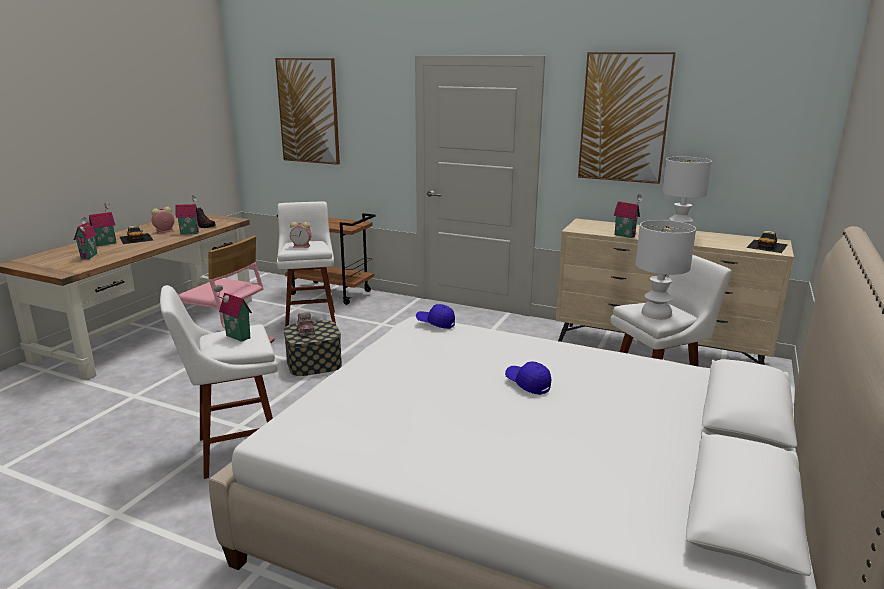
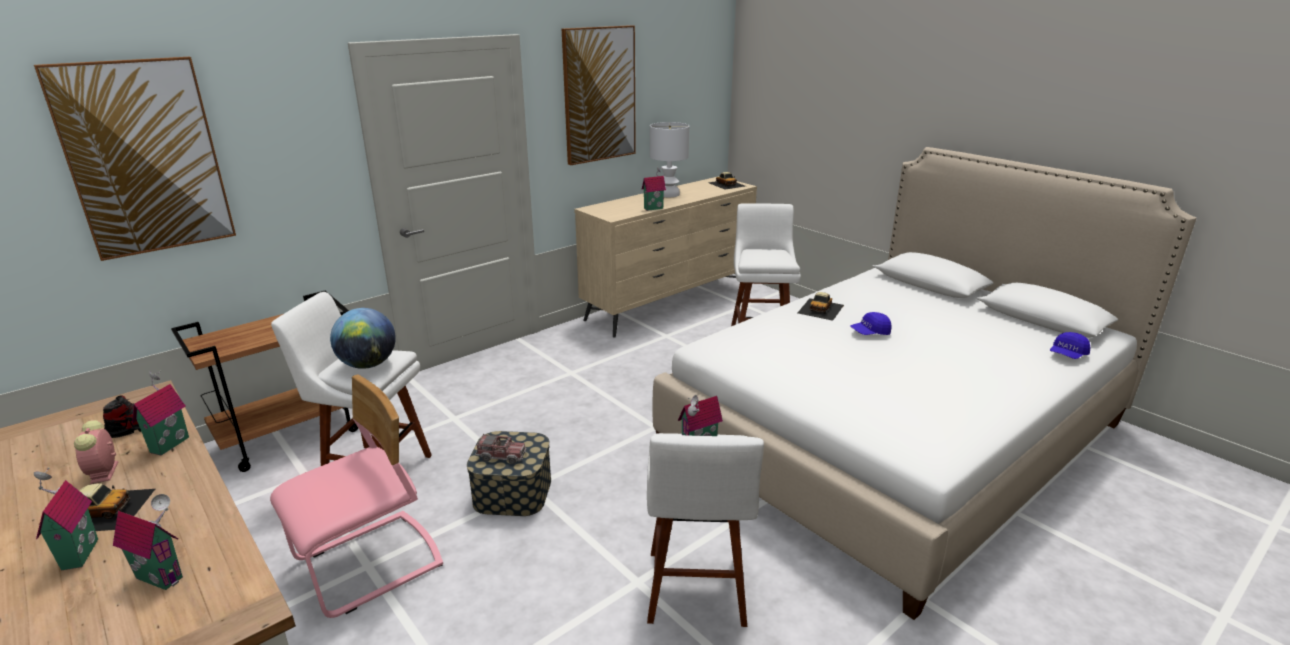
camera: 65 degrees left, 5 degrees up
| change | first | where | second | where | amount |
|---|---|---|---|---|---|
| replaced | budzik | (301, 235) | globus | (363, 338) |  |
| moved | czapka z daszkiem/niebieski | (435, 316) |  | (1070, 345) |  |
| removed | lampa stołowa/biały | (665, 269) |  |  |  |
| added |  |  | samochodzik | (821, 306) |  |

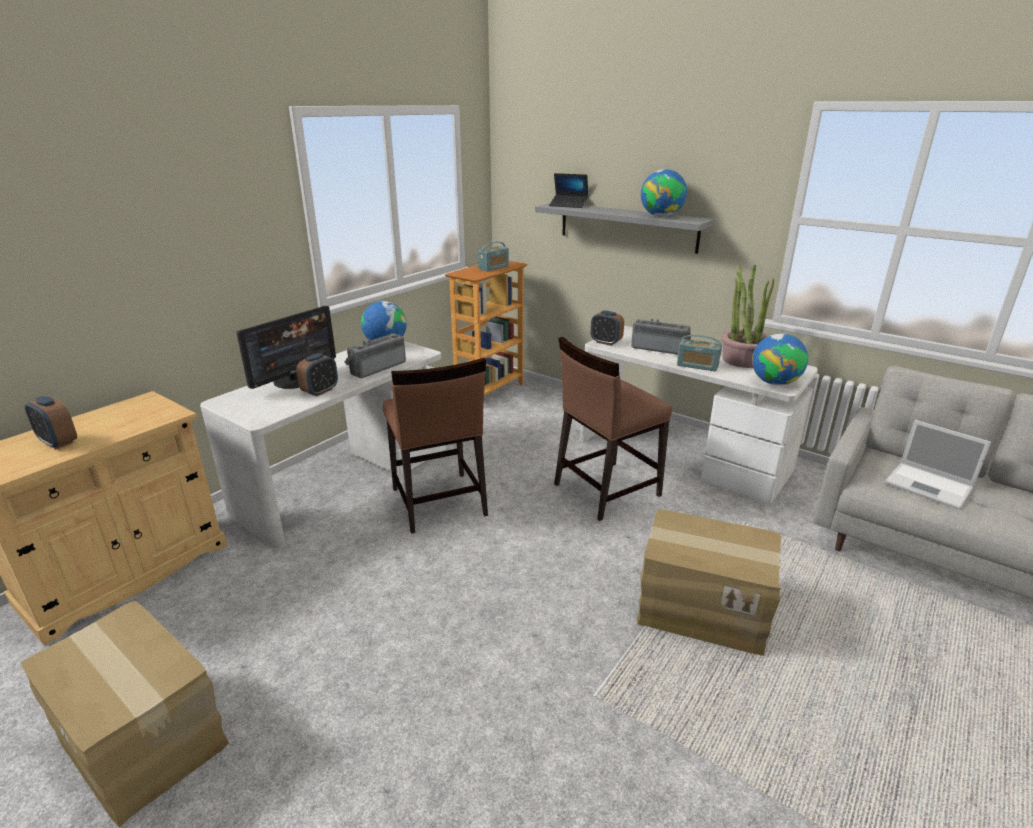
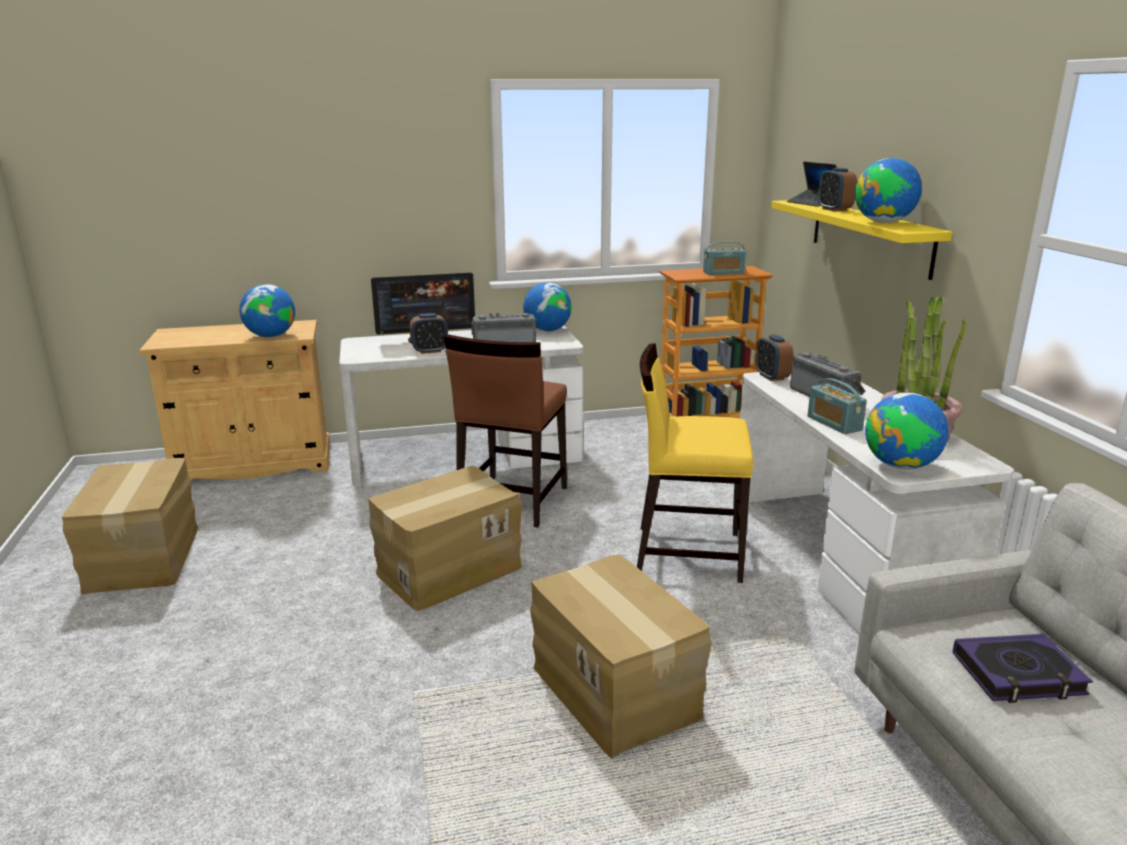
camera: 40 degrees right, 5 degrees down
| change | first | where | second | where | amount |
|---|---|---|---|---|---|
| moved | budzik | (51, 422) |  | (837, 190) |  |
| recoloured | półka/szary | (625, 228) | półka/żółty | (862, 240) |  |
| recoloured | krzesło/brązowy | (613, 429) | krzesło/żółty | (695, 463) |  |
| replaced | laptop | (937, 465) | książka | (1023, 668) |  |
| added |  |  | globus | (267, 310) |  |
| added |  |  | karton | (445, 538) |  |

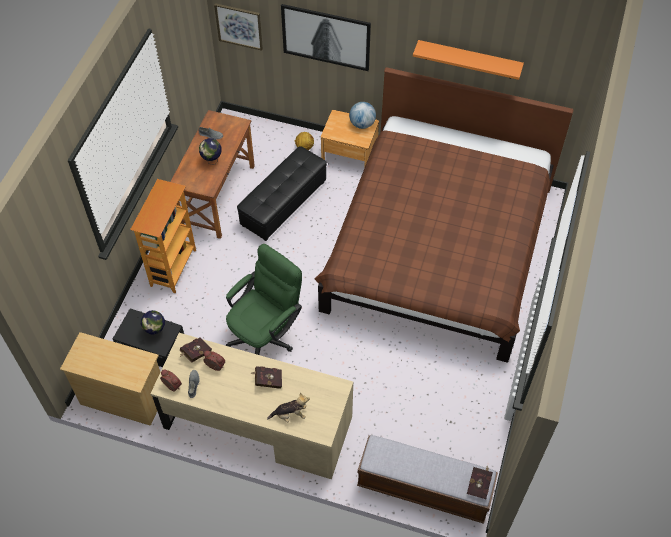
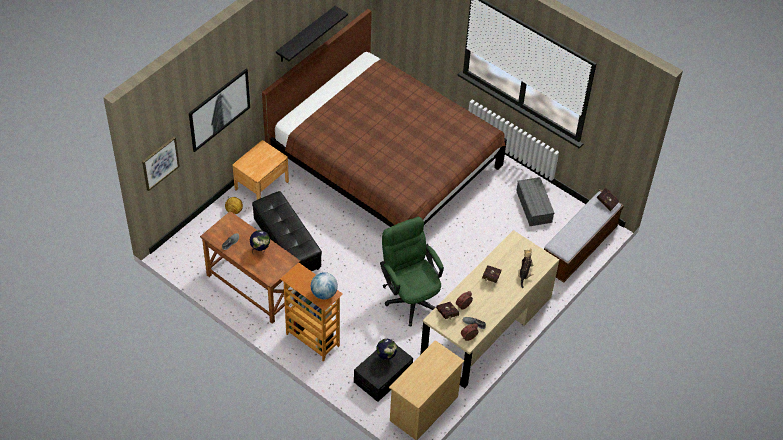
camera: 70 degrees left, 5 degrees down
| change | first | where | second | where | amount |
|---|---|---|---|---|---|
| moved | globus | (362, 115) |  | (324, 286) |  |
| recoloured | półka/pomarańczowy | (468, 60) | półka/czarny | (312, 34) |  |
| added |  |  | pojemnik do przechowywania/szary | (535, 201) |  |

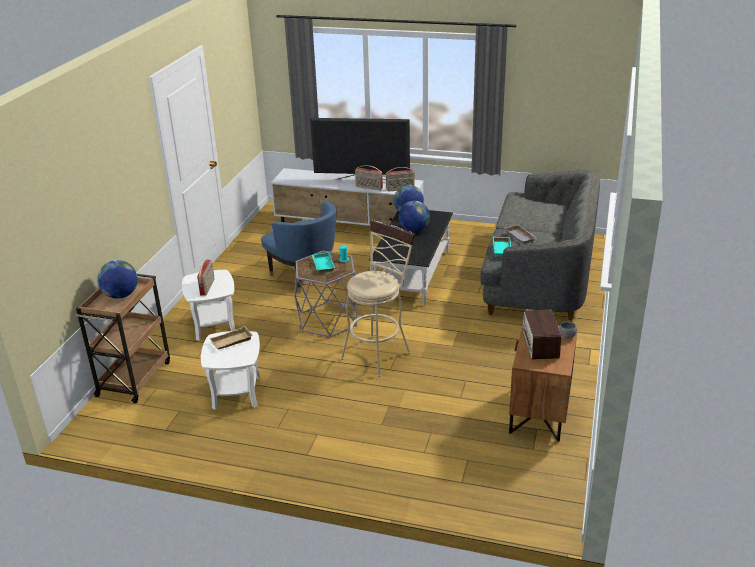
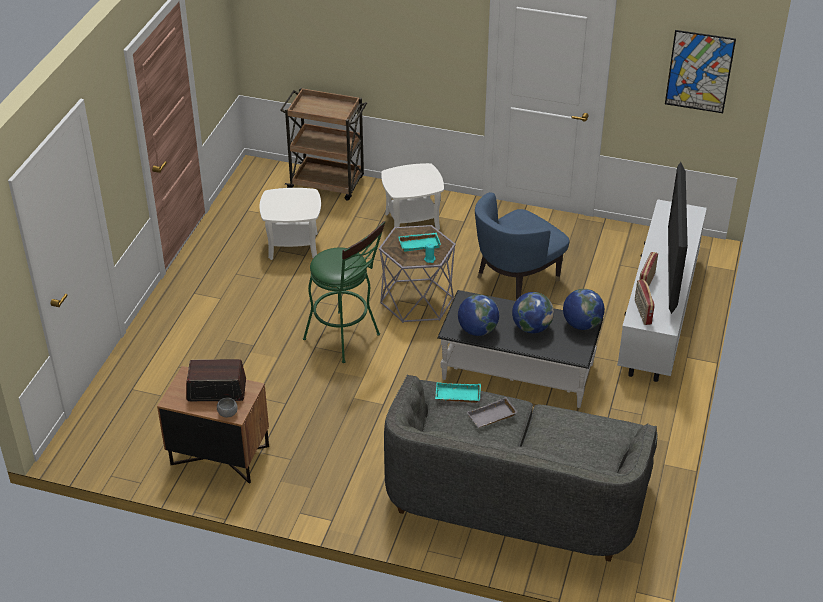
camera: 90 degrees right, 10 degrees up
| change | first | where | second | where | amount |
|---|---|---|---|---|---|
| moved | globus | (117, 279) |  | (478, 315) |  |
| removed | radio | (205, 277) |  |  |  |
| removed | taca/beżowy | (231, 338) |  |  |  |
| recoloured | stołek/beżowy | (378, 298) | stołek/zielony | (344, 292) |  |
| added |  |  | obraz | (700, 71) |  |

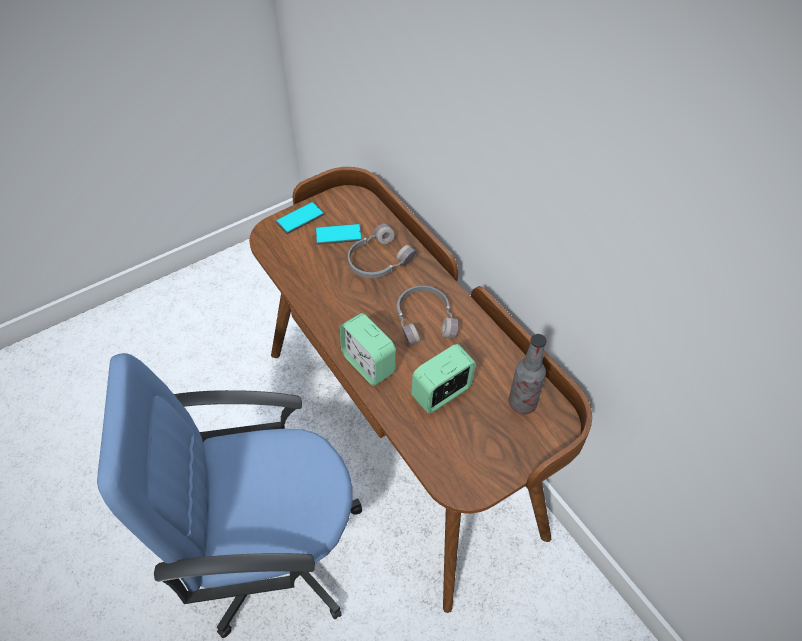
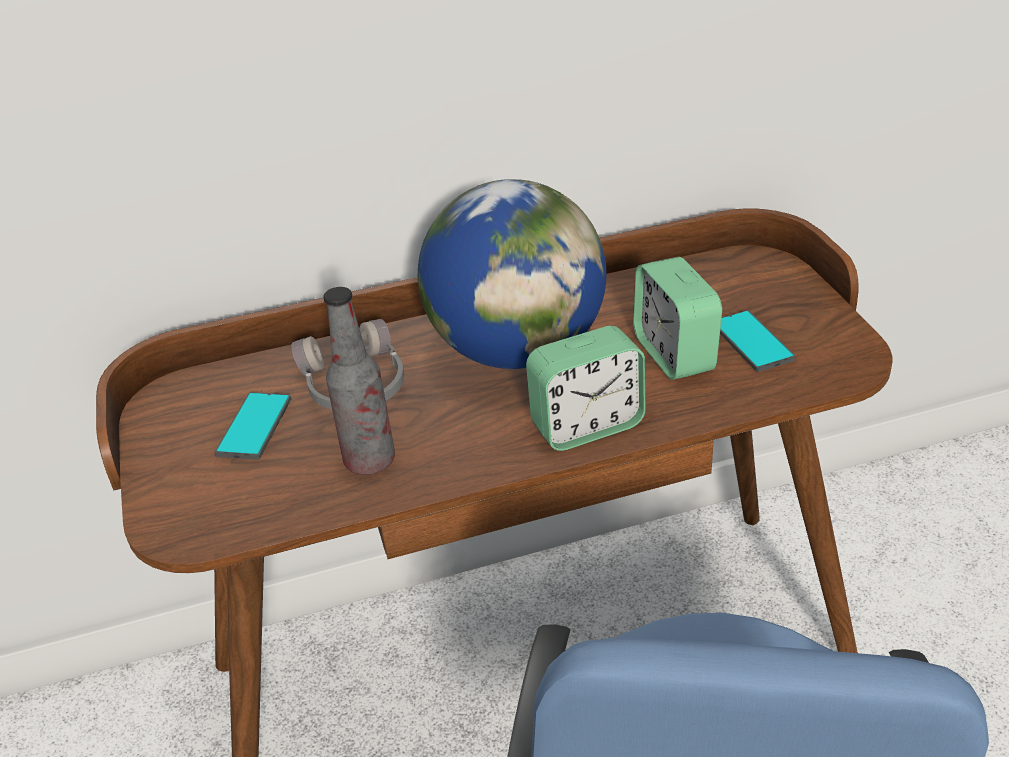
camera: 70 degrees left, 15 degrees down
| change | first | where | second | where | amount |
|---|---|---|---|---|---|
| moved | telefon | (299, 218) |  | (758, 341) |  |
| replaced | słuchawki/szary | (427, 316) | globus | (512, 274) |  |
| moved | butelka | (528, 374) |  | (359, 381) |  |

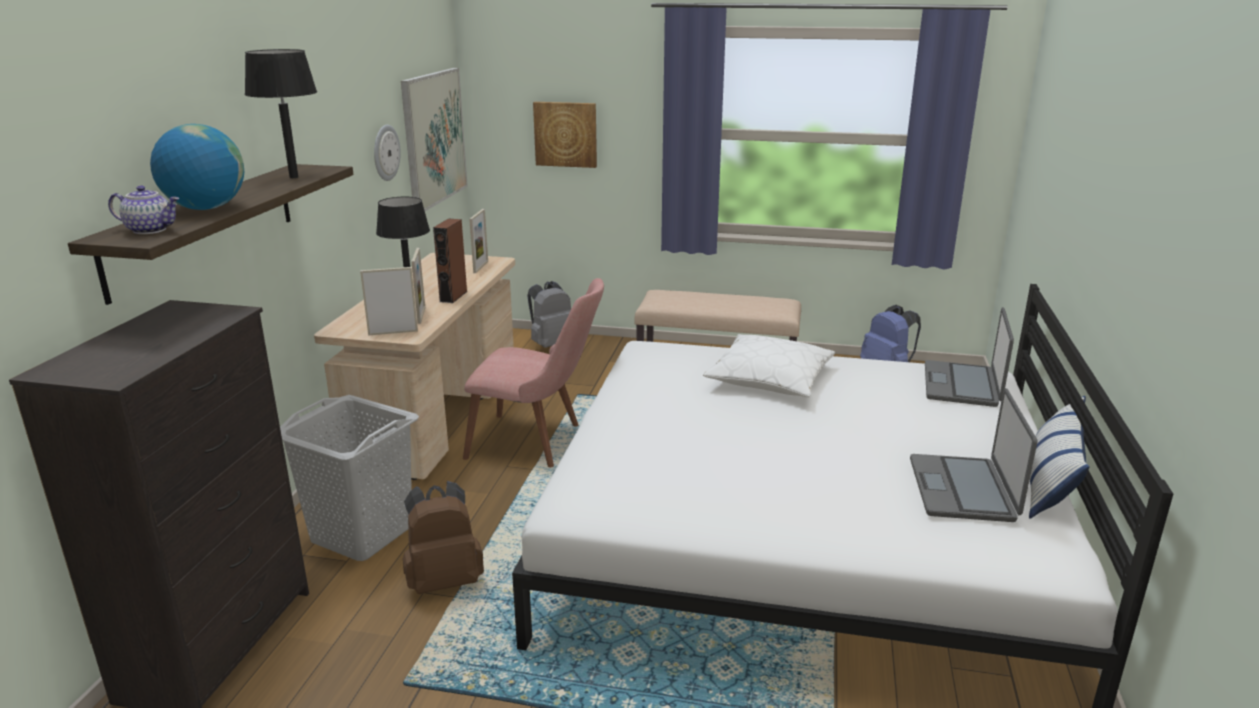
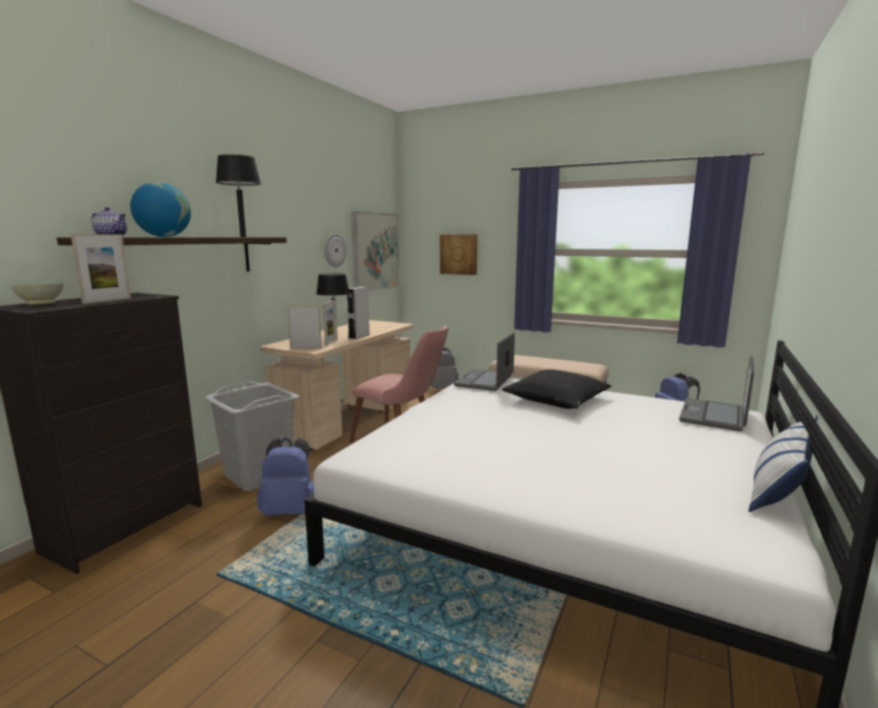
camera: 15 degrees right, 10 degrees down
| change | first | where | second | where | amount |
|---|---|---|---|---|---|
| recoloured | plecak/brązowy | (443, 537) | plecak/niebieski | (285, 477) |  |
| recoloured | głośnik/brązowy | (450, 260) | głośnik/szary | (358, 313) |  |
| moved | ramka na zdjęcie | (478, 241) |  | (101, 269) |  |
| recoloured | poduszka/biały | (769, 365) | poduszka/czarny | (556, 389) |  |
| moved | laptop | (973, 455) |  | (484, 361) |  |
| added |  |  | miska/beżowy | (37, 294) |  |

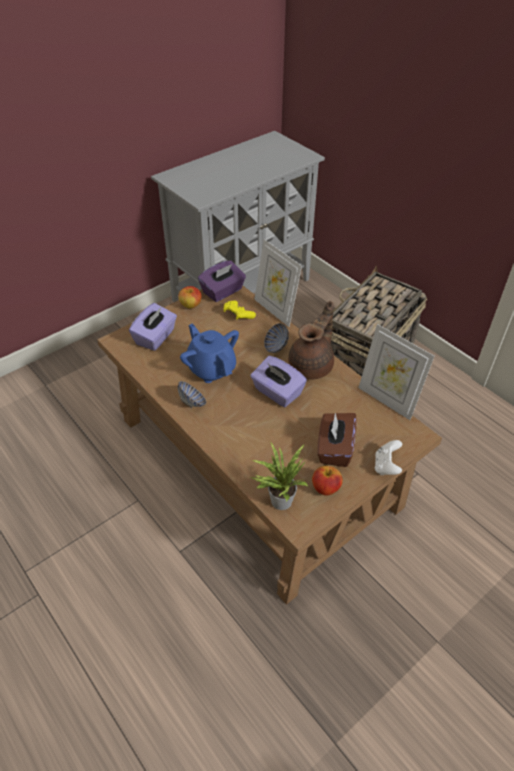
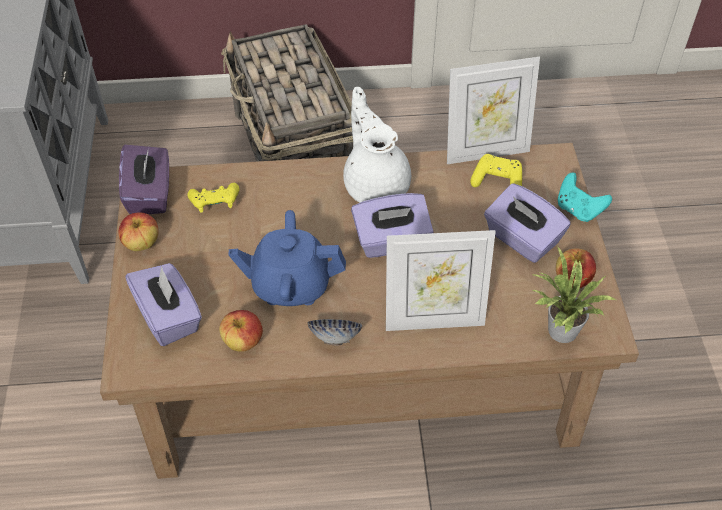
camera: 55 degrees left, 5 degrees up
| change | first | where | second | where | amount |
|---|---|---|---|---|---|
| moved | ramka na zdjęcie | (278, 283) |  | (441, 280) |  |
| removed | miska | (276, 338) |  |  |  |
| recoloured | imbryk/brązowy | (311, 340) | imbryk/biały | (377, 145) |  |
| recoloured | pudełko chusteczek/brązowy | (337, 440) | pudełko chusteczek/fioletowy | (527, 223) |  |
| recoloured | pad do gier/biały | (388, 457) | pad do gier/turkusowy | (585, 197) |  |
| added |  |  | jabłko | (241, 331) |  |
| added |  |  | pad do gier/żółty | (496, 170) |  |

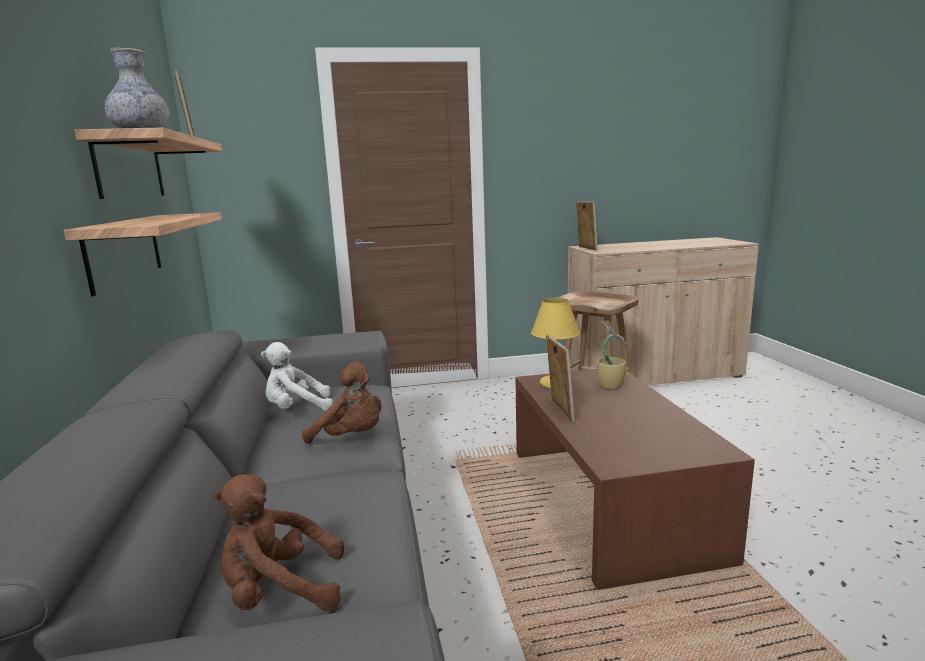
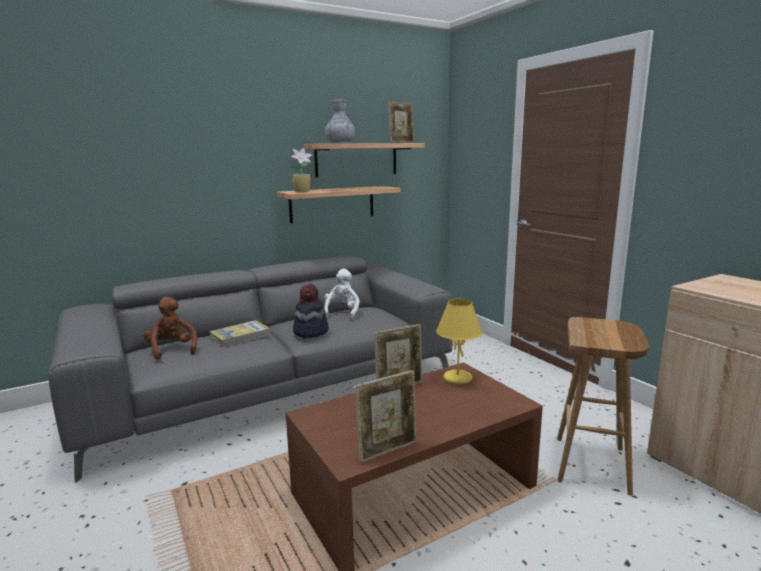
camera: 70 degrees right, 0 degrees up
| change | first | where | second | where | amount |
|---|---|---|---|---|---|
| turned | pluszak/biały | (297, 376) |  | (342, 294) | 45 degrees clockwise |
| replaced | pluszak/brązowy | (342, 403) | kapelusz | (311, 311) |  |
| moved | ramka na zdjęcie | (587, 226) |  | (386, 416) |  |
| moved | roślina doniczkowa | (612, 355) |  | (301, 170) |  |
| added |  |  | książka | (240, 333) |  |

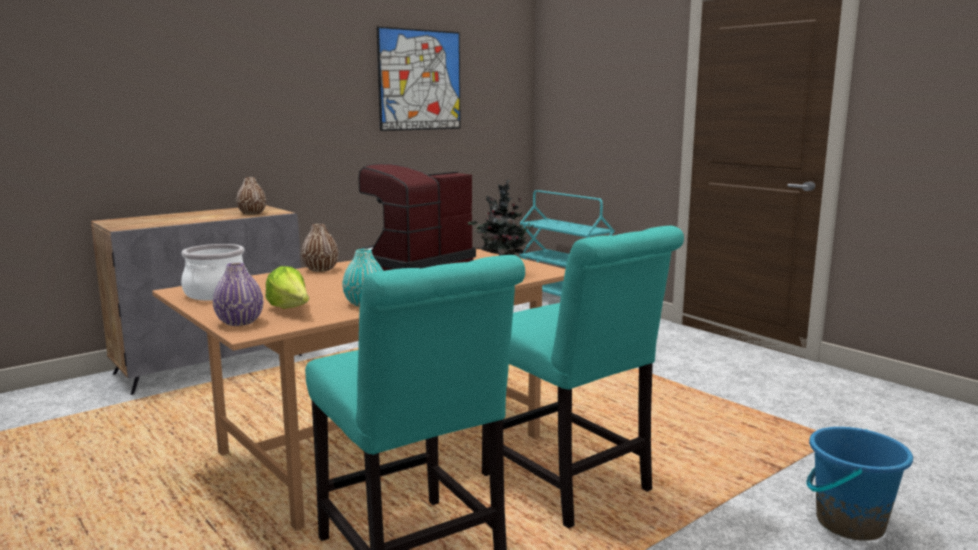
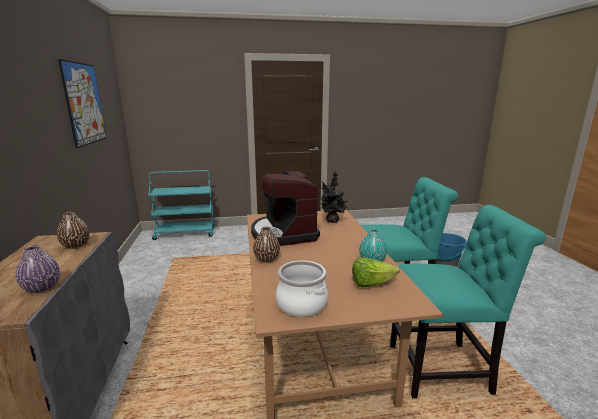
camera: 60 degrees left, 5 degrees up
| change | first | where | second | where | amount |
|---|---|---|---|---|---|
| moved | wazon/fioletowy | (238, 294) |  | (38, 269) |  |

